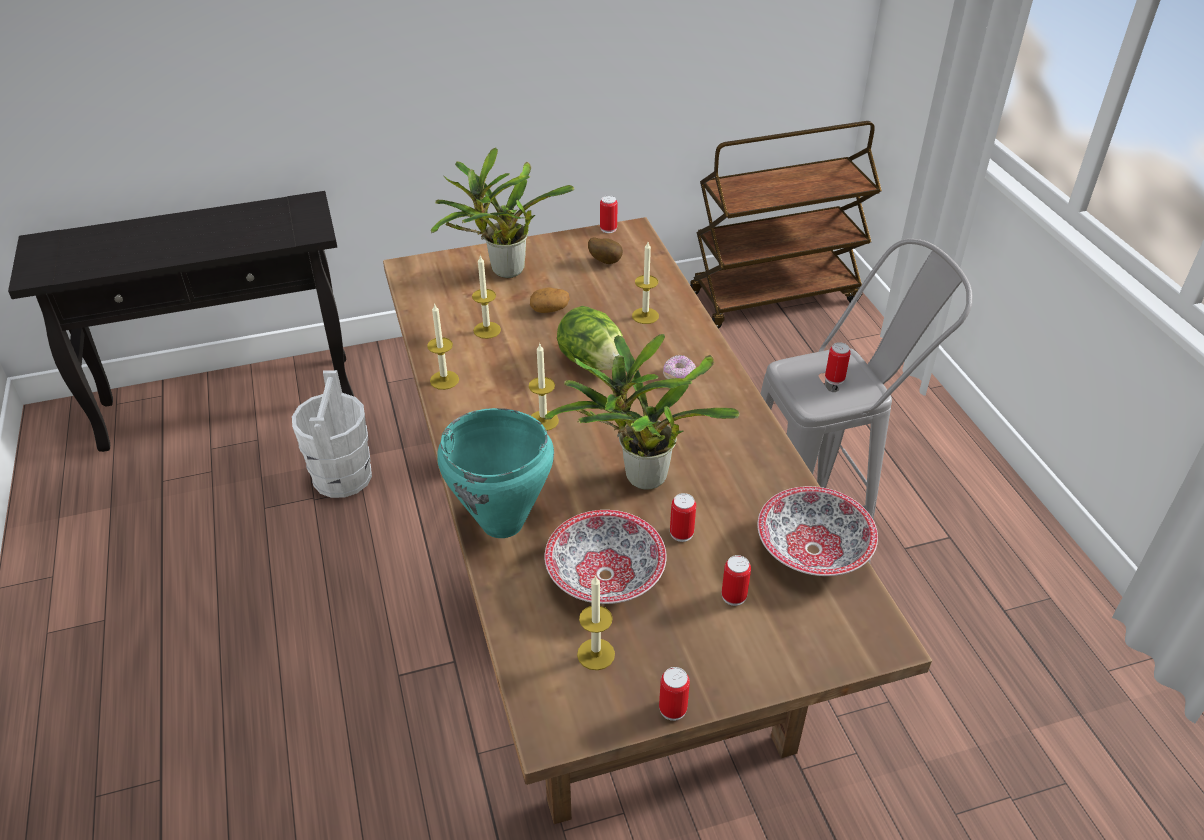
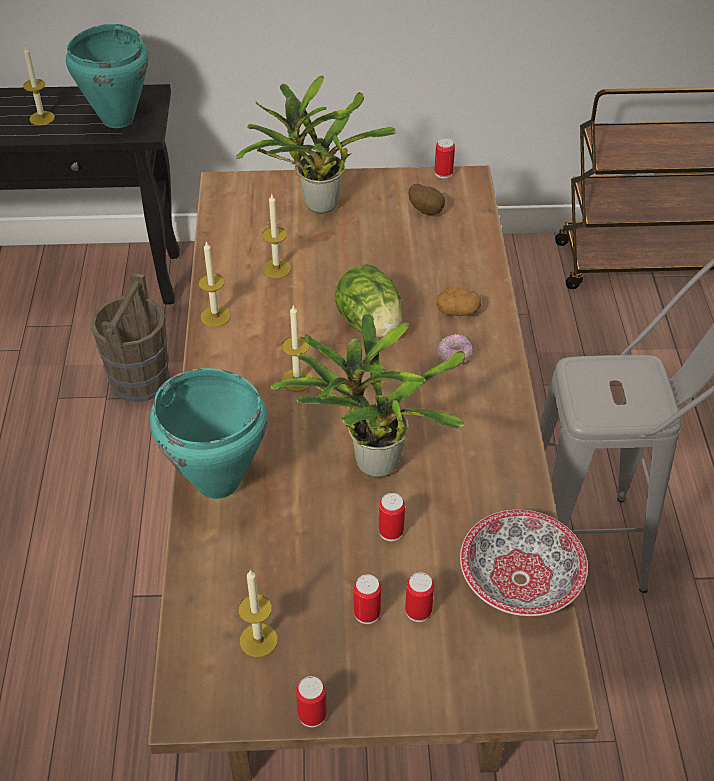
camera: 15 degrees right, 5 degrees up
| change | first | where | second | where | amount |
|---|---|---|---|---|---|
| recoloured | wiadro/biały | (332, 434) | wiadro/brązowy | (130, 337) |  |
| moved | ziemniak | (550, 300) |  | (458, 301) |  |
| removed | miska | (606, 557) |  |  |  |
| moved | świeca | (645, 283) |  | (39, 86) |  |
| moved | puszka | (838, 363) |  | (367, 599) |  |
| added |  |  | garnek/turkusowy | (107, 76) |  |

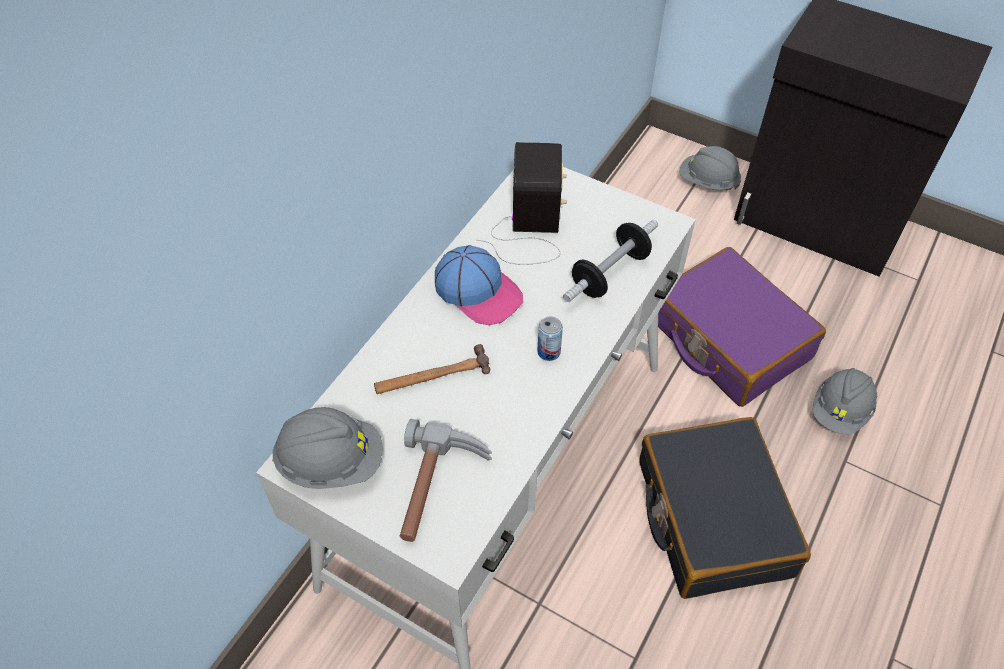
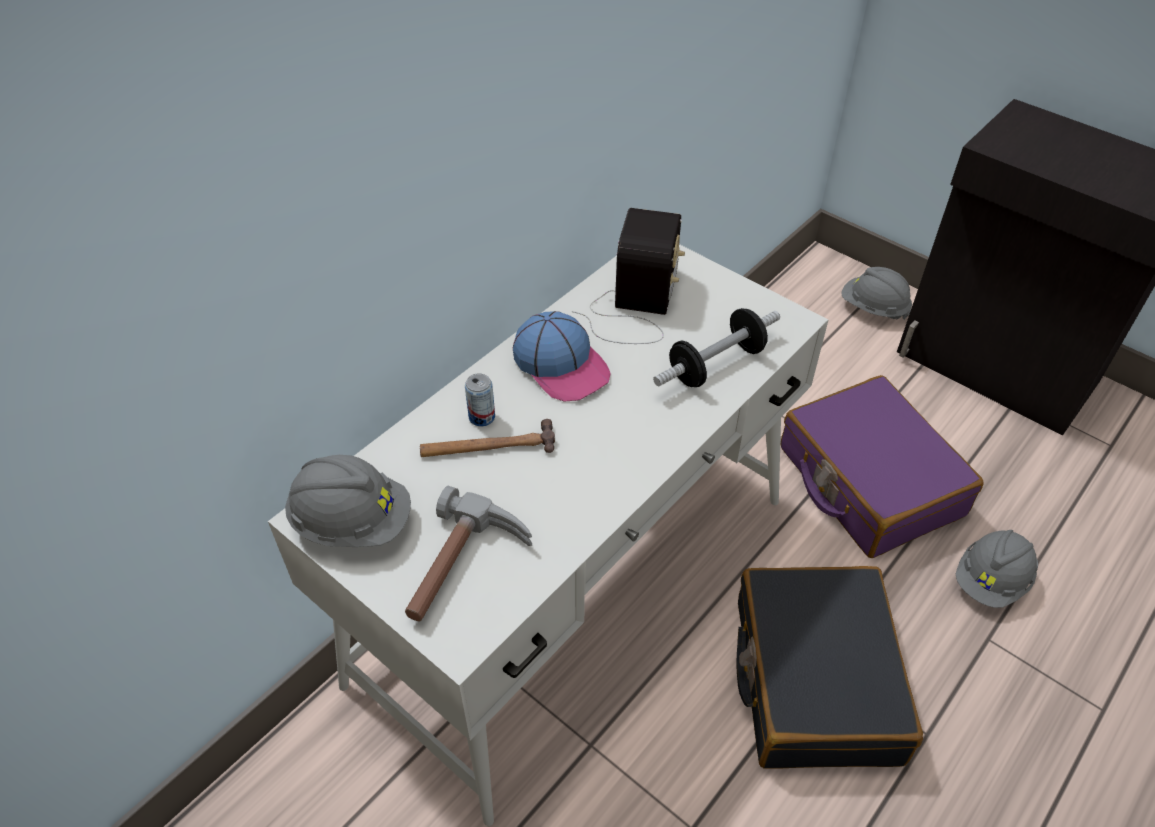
camera: 10 degrees right, 5 degrees down
| change | first | where | second | where | amount |
|---|---|---|---|---|---|
| moved | puszka | (550, 339) |  | (480, 399) |  |

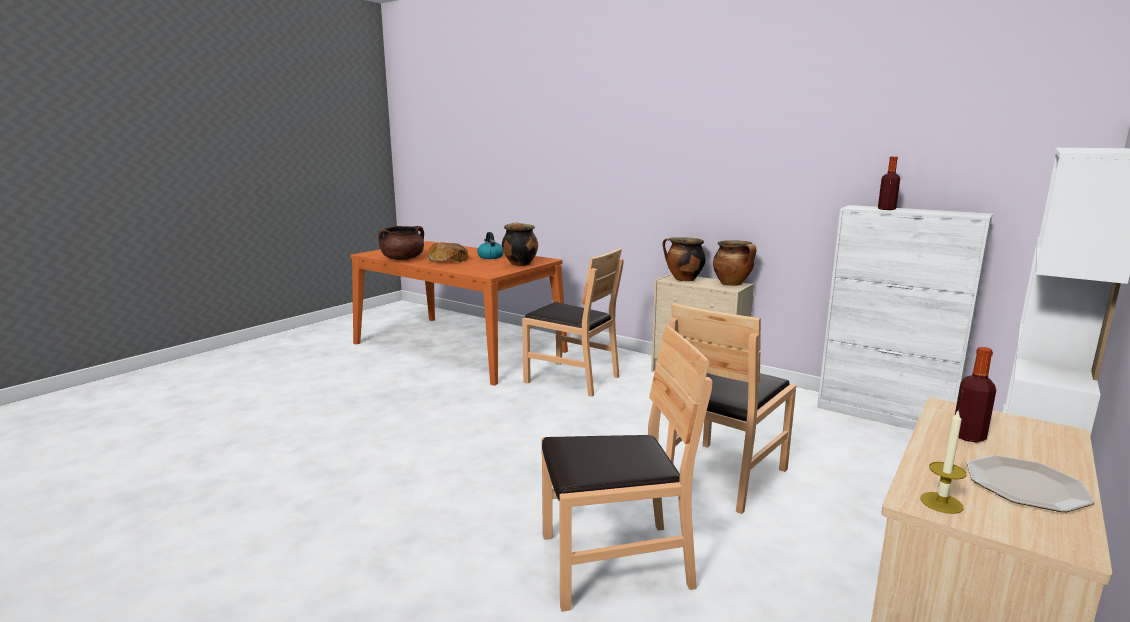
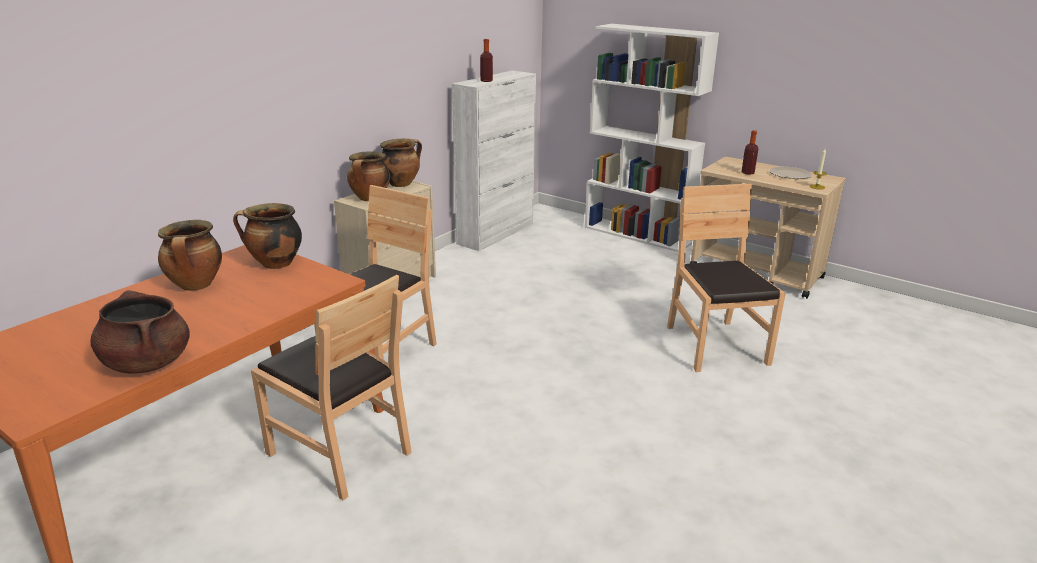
camera: 90 degrees left, 10 degrees up
| change | first | where | second | where | amount |
|---|---|---|---|---|---|
| removed | chleb | (448, 252) |  |  |  |
| replaced | czajnik | (490, 245) | garnek | (190, 255) |  |
| moved | krzesło/brązowy | (731, 408) |  | (331, 387) |  |

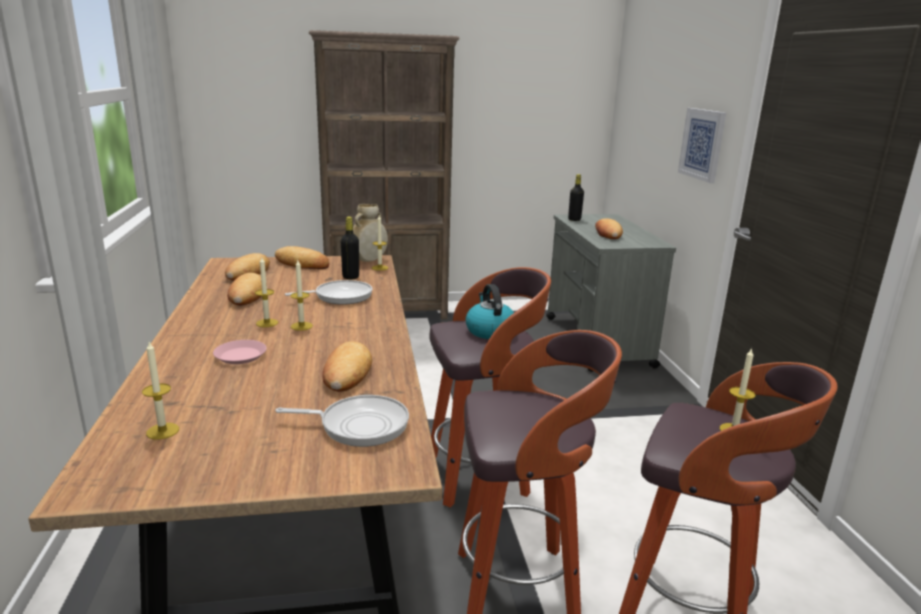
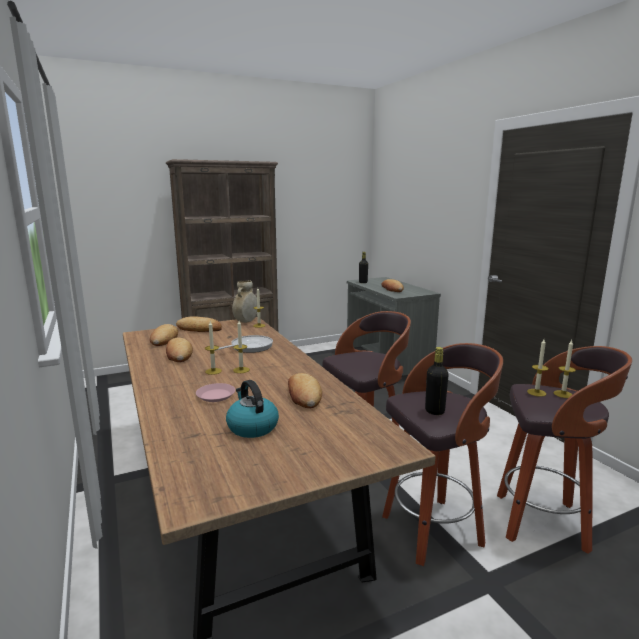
camera: 15 degrees left, 5 degrees down
| change | first | where | second | where | amount |
|---|---|---|---|---|---|
| moved | świeca | (160, 391) |  | (538, 368) |  |
| removed | patelnia | (342, 421) |  |  |  |
| moved | butelka/czarny | (350, 248) |  | (437, 381) |  |
| moved | czajnik | (489, 311) |  | (252, 409) |  |
| removed | obraz | (702, 145) |  |  |  |

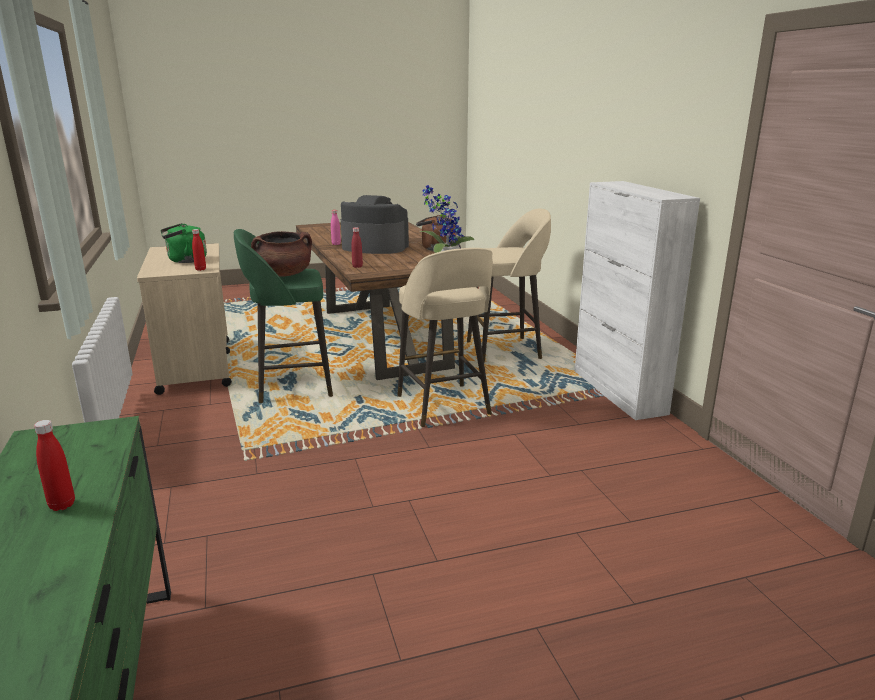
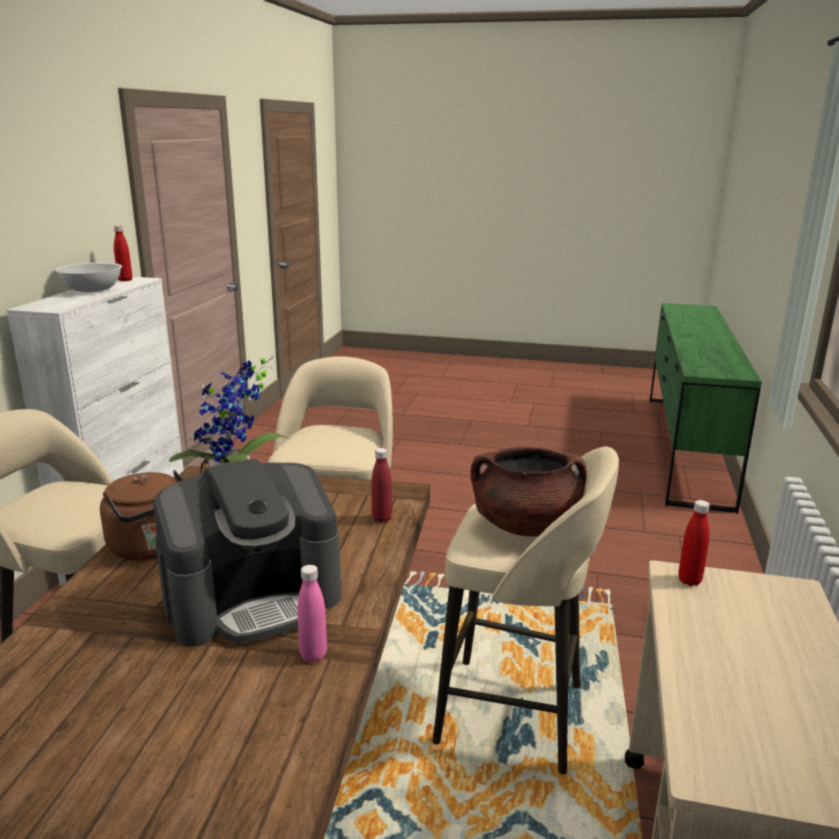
camera: 150 degrees left, 0 degrees up
| change | first | where | second | where | amount |
|---|---|---|---|---|---|
| moved | butelka/czerwony | (54, 465) |  | (123, 253) |  |
| removed | czajnik/zielony | (183, 243) |  |  |  |
| recoloured | stołek/zielony | (283, 316) | stołek/beżowy | (525, 610) |  |
| turned | ekspres do kawy | (375, 224) |  | (247, 553) | 75 degrees counterclockwise |
| added |  |  | miska/biały | (88, 277) |  |

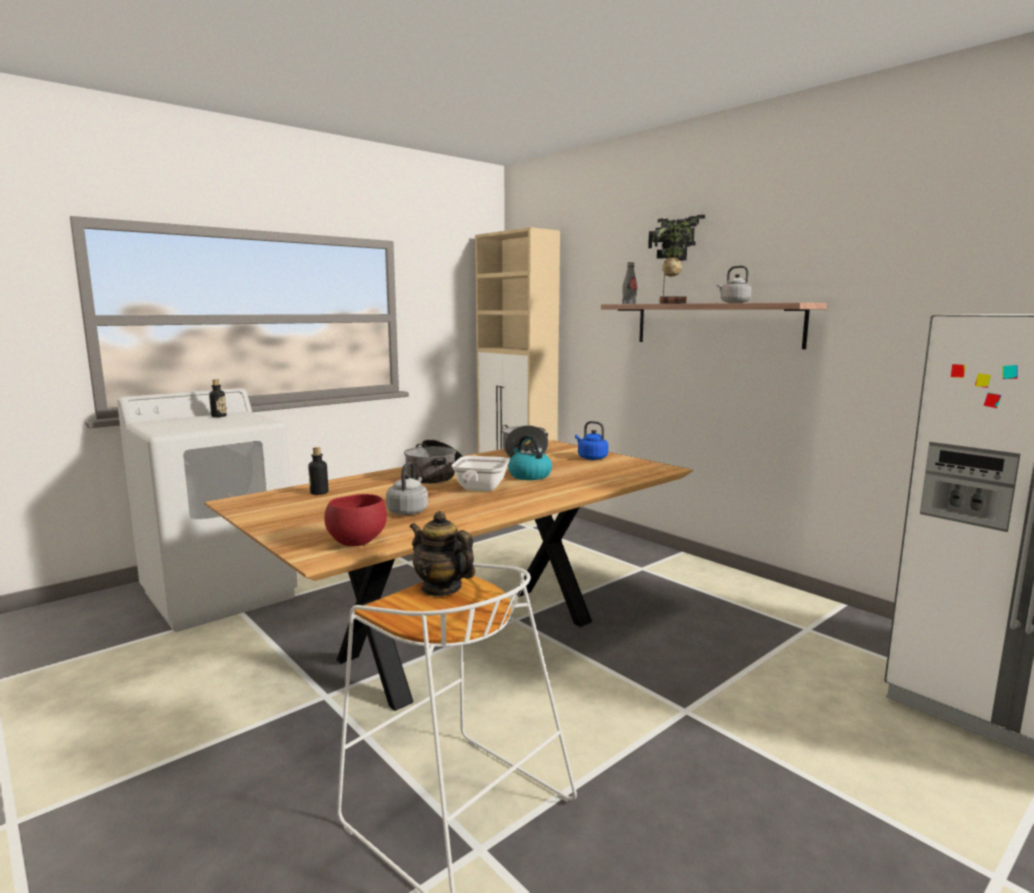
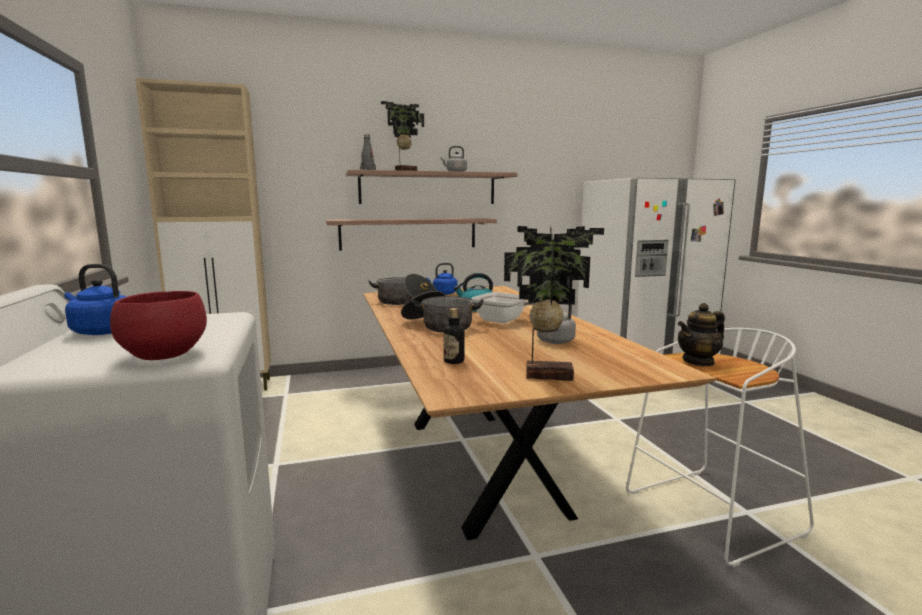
camera: 65 degrees left, 0 degrees up
| change | first | where | second | where | amount |
|---|---|---|---|---|---|
| replaced | butelka | (218, 398) | czajnik/niebieski | (95, 299) |  |
| moved | miska/czerwony | (355, 520) |  | (158, 325) |  |
| added |  |  | półka | (411, 234) |  |
| added |  |  | roślina doniczkowa | (554, 303) |  |

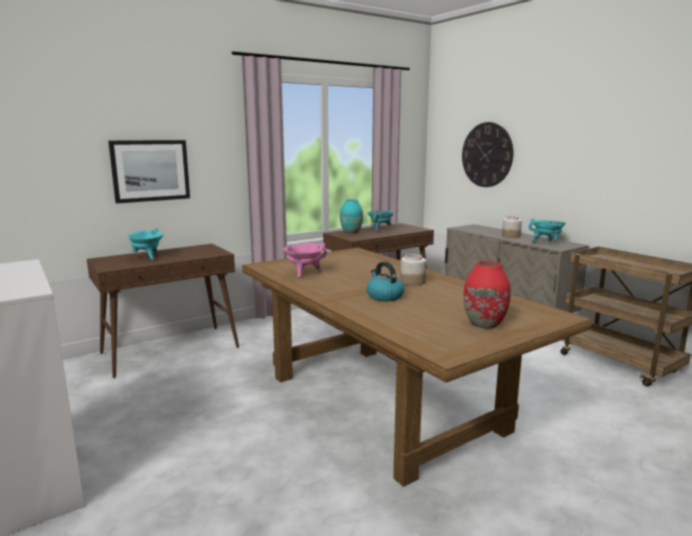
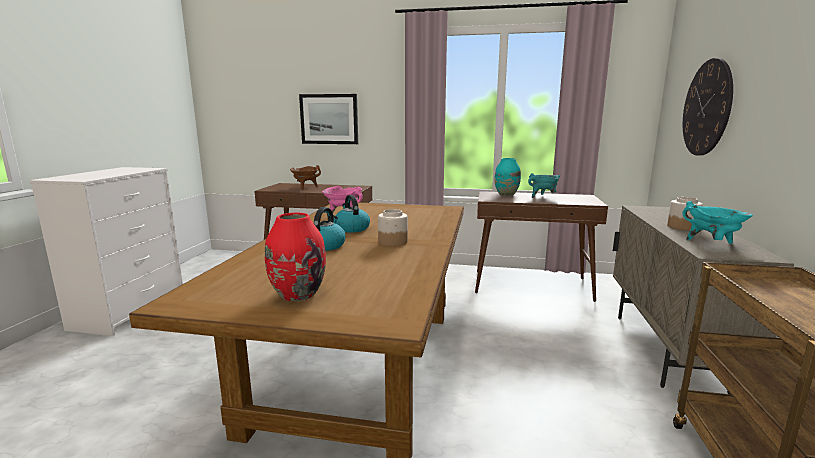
camera: 45 degrees right, 0 degrees up
| change | first | where | second | where | amount |
|---|---|---|---|---|---|
| recoloured | garnek/turkusowy | (146, 244) | garnek/brązowy | (305, 177) |  |
| added |  |  | czajnik | (353, 214) |  |

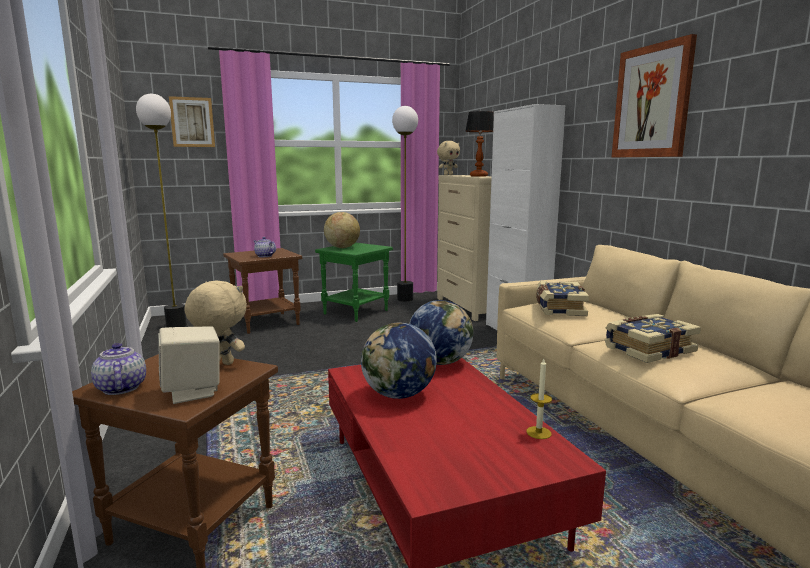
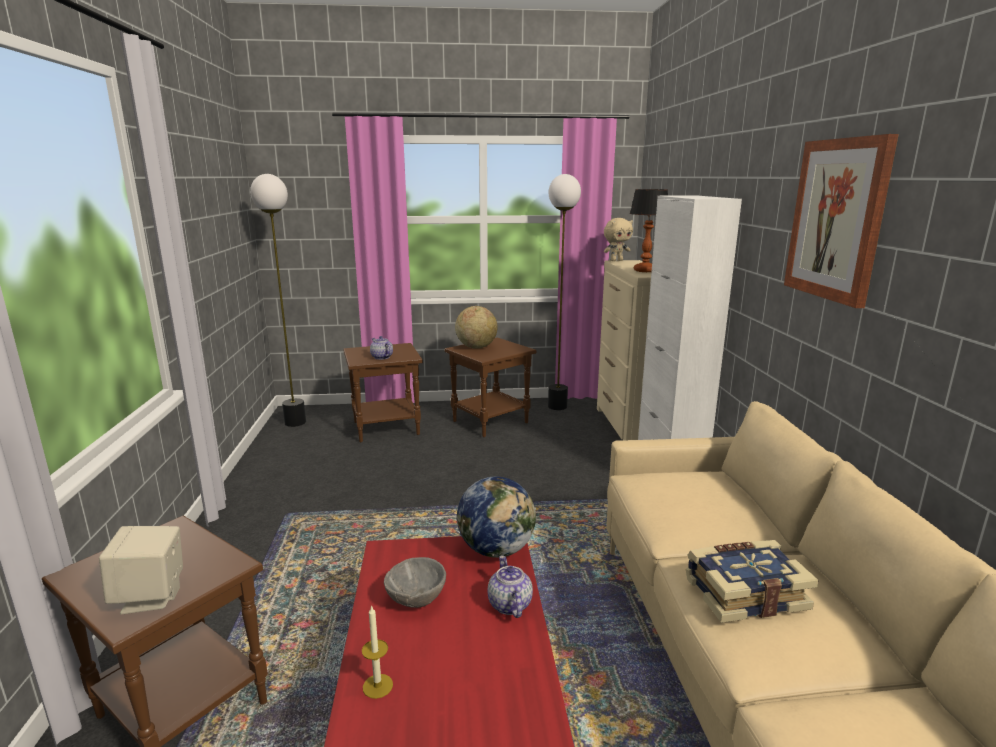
camera: 15 degrees right, 5 degrees up
| change | first | where | second | where | amount |
|---|---|---|---|---|---|
| moved | imbryk | (118, 369) |  | (510, 587) |  |
| removed | obraz | (192, 121) |  |  |  |
| removed | pluszak/beżowy | (215, 322) |  |  |  |
| recoloured | stolik/zielony | (354, 282) | stolik/brązowy | (490, 387) |  |
| replaced | globus | (399, 360) | miska/szary | (415, 582) |  |
| moved | świeca | (539, 399) |  | (377, 652) |  |
| removed | książka | (562, 298) |  |  |  |

